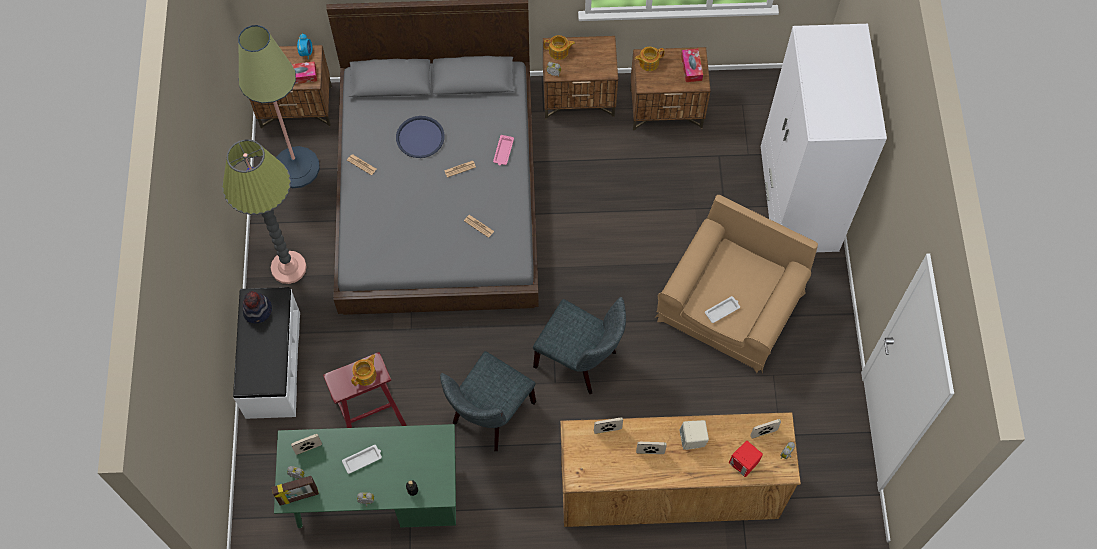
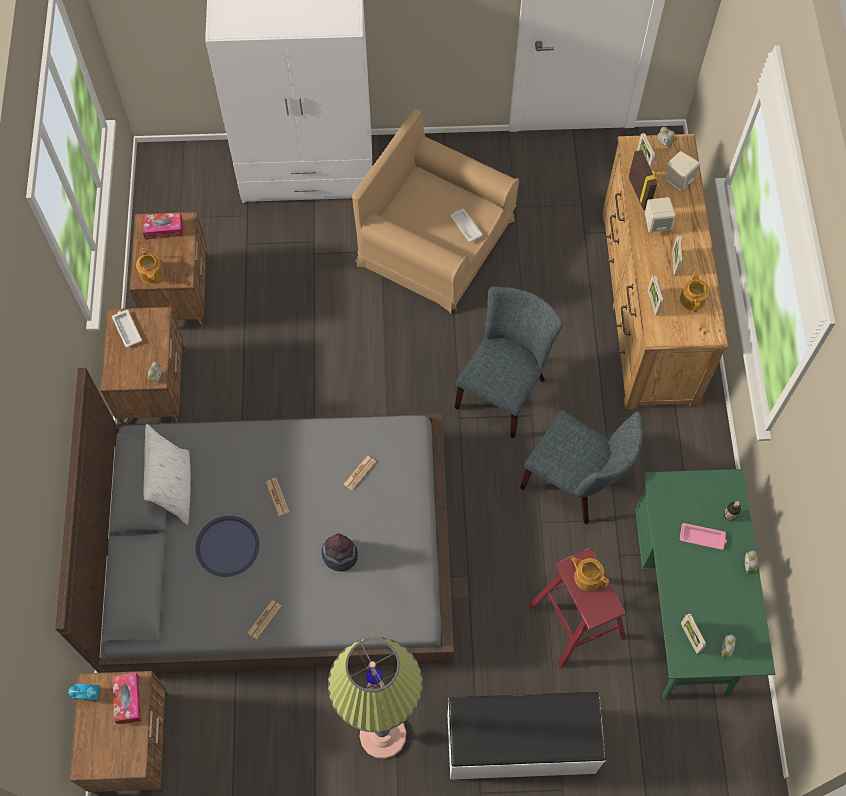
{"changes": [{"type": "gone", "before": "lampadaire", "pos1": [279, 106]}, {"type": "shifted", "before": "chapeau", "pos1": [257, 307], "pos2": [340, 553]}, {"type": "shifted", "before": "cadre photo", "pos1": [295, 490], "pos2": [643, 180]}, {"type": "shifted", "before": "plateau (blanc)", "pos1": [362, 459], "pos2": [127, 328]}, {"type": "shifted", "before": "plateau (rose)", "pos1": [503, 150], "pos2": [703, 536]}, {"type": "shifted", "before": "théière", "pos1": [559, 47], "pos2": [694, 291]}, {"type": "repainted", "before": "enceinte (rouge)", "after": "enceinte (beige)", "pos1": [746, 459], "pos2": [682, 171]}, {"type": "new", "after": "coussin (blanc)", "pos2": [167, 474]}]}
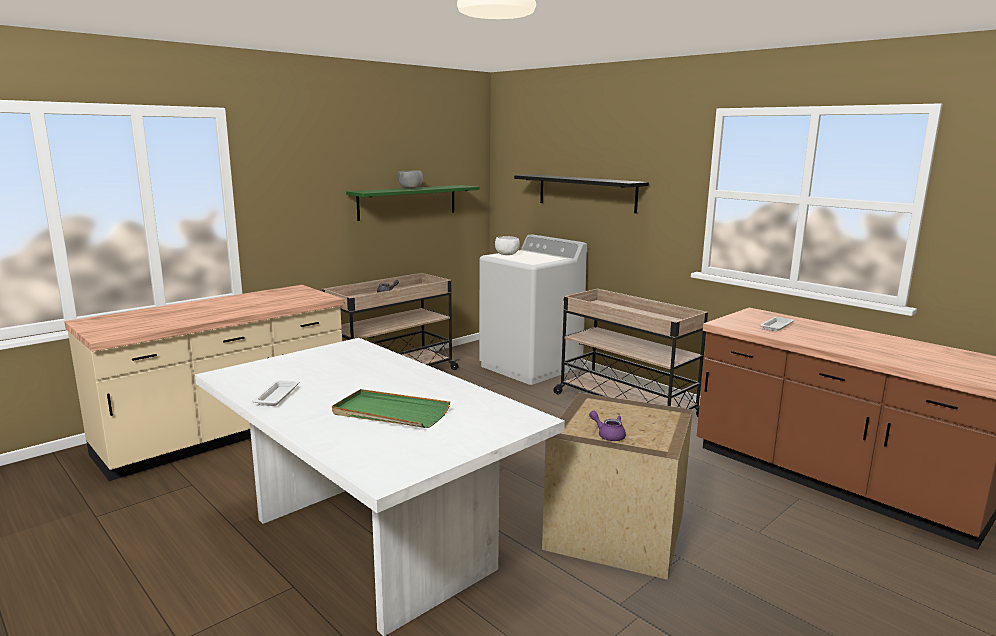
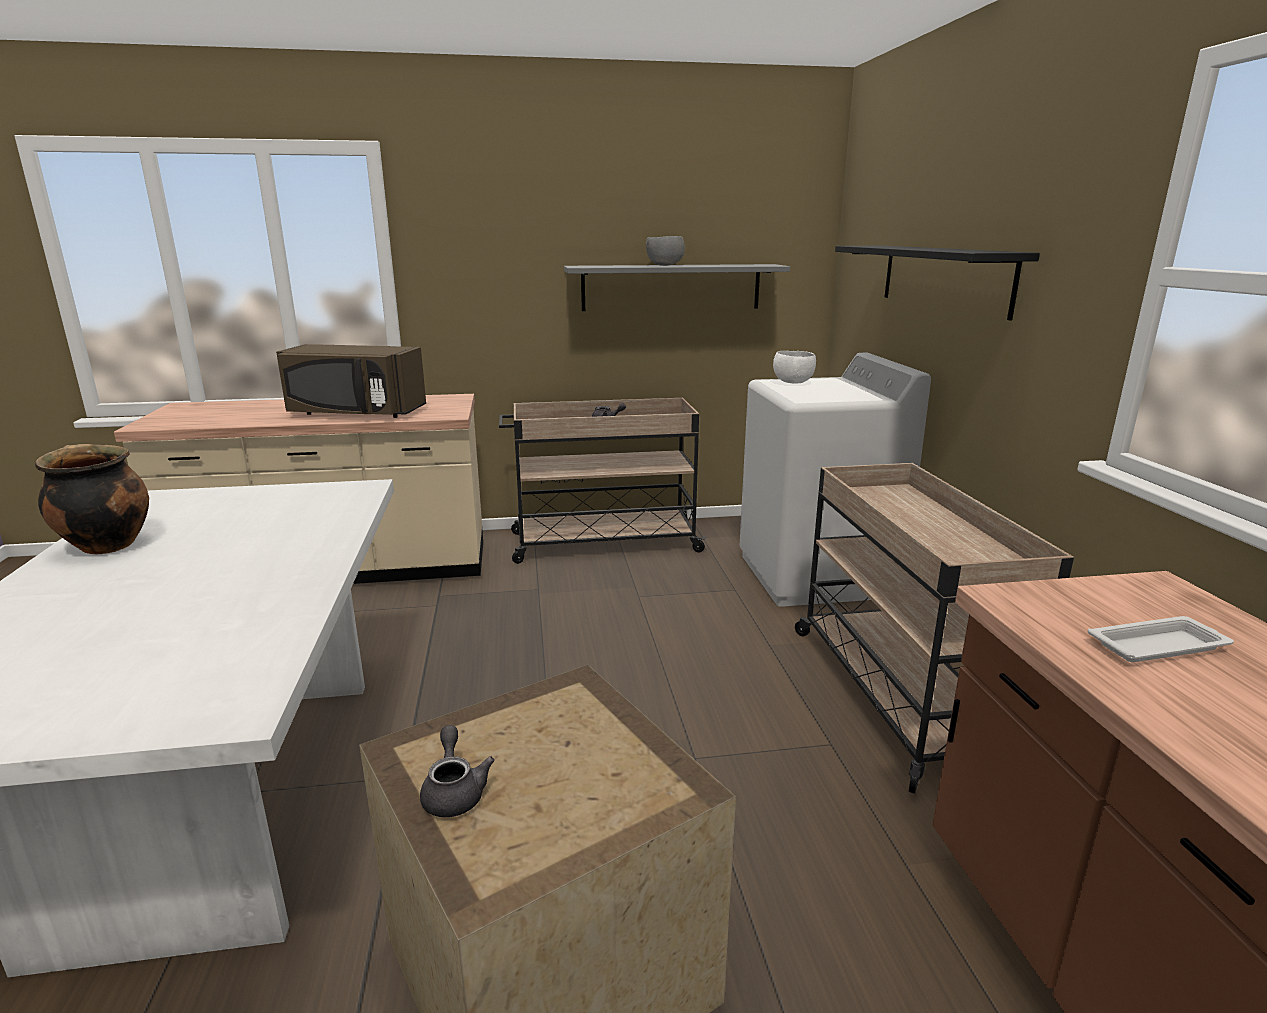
{"changes": [{"type": "swapped", "before": "plateau (blanc)", "after": "marmite", "pos1": [275, 393], "pos2": [92, 499]}, {"type": "gone", "before": "plateau (vert)", "pos1": [391, 408]}, {"type": "repainted", "before": "étagère (vert)", "after": "étagère (gris)", "pos1": [412, 203], "pos2": [677, 287]}, {"type": "repainted", "before": "théière (violet)", "after": "théière (gris)", "pos1": [607, 425], "pos2": [457, 771]}, {"type": "new", "after": "micro-ondes (marron)", "pos2": [351, 381]}]}
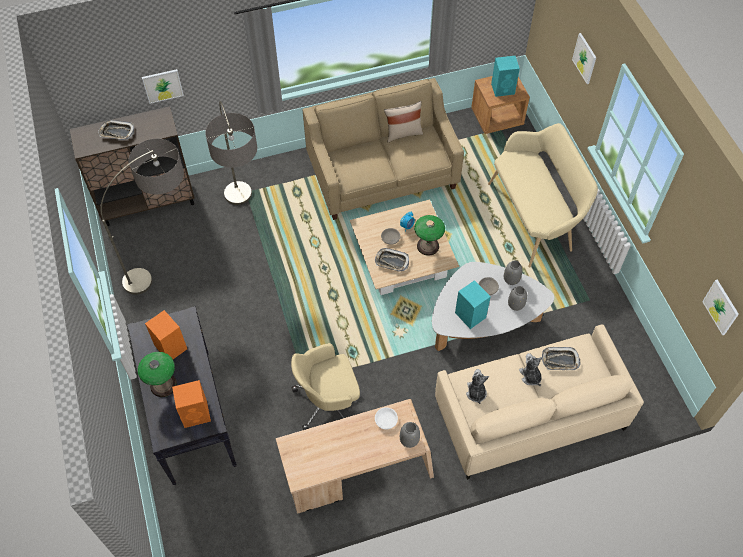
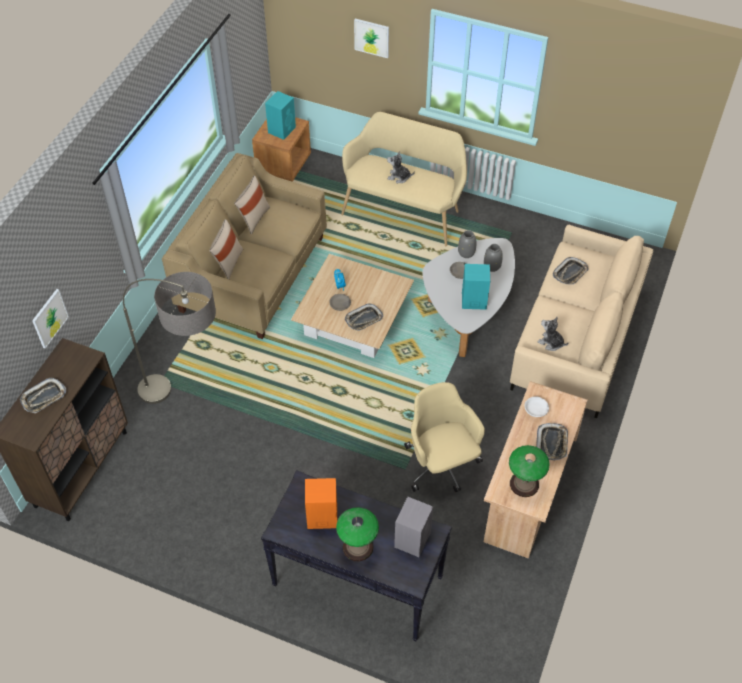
{"changes": [{"type": "gone", "before": "lampadaire", "pos1": [142, 217]}, {"type": "repainted", "before": "enceinte (orange)", "after": "enceinte (gris)", "pos1": [191, 404], "pos2": [413, 527]}, {"type": "rotated", "before": "chaise de bureau (beige)", "pos1": [325, 386], "pos2": [444, 437], "turn": 135}, {"type": "gone", "before": "vase (gris)", "pos1": [410, 435]}, {"type": "shifted", "before": "lampe de table", "pos1": [429, 235], "pos2": [529, 471]}, {"type": "shifted", "before": "peluche", "pos1": [530, 369], "pos2": [401, 167]}, {"type": "gone", "before": "tableau", "pos1": [720, 307]}, {"type": "new", "after": "coussin (beige)", "pos2": [226, 249]}, {"type": "new", "after": "plateau", "pos2": [552, 441]}]}
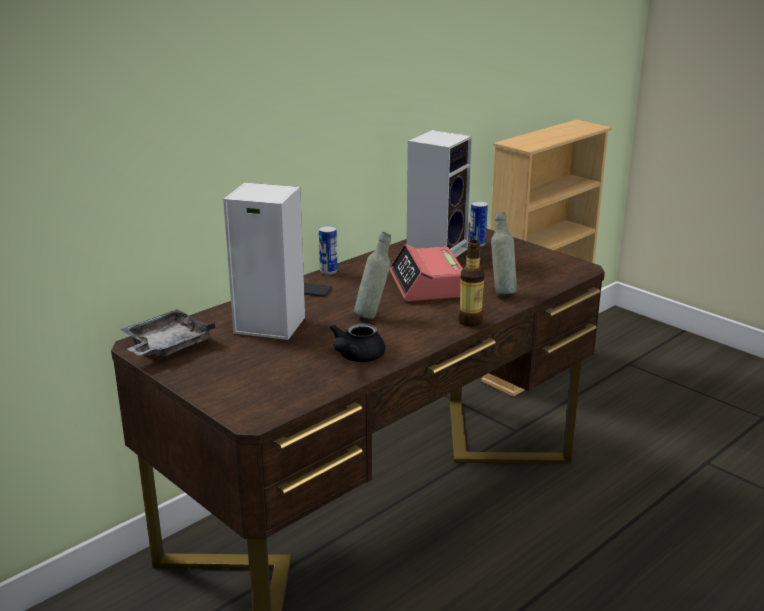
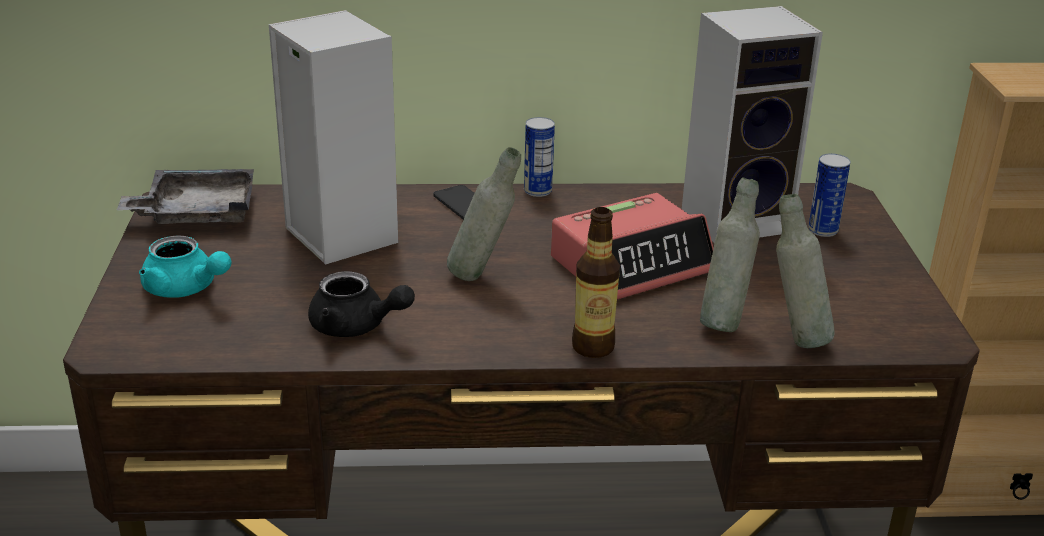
{"changes": [{"type": "rotated", "before": "théière (noir)", "pos1": [357, 342], "pos2": [361, 304], "turn": -135}, {"type": "rotated", "before": "réveil", "pos1": [426, 272], "pos2": [632, 246], "turn": -150}, {"type": "new", "after": "théière (turquoise)", "pos2": [185, 267]}, {"type": "new", "after": "bouteille (gris)", "pos2": [805, 271]}]}
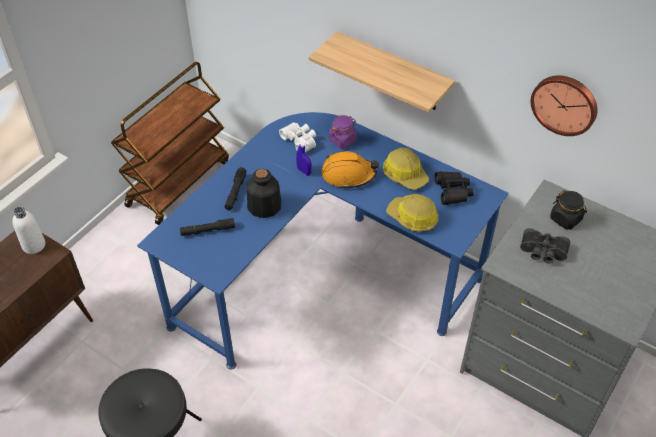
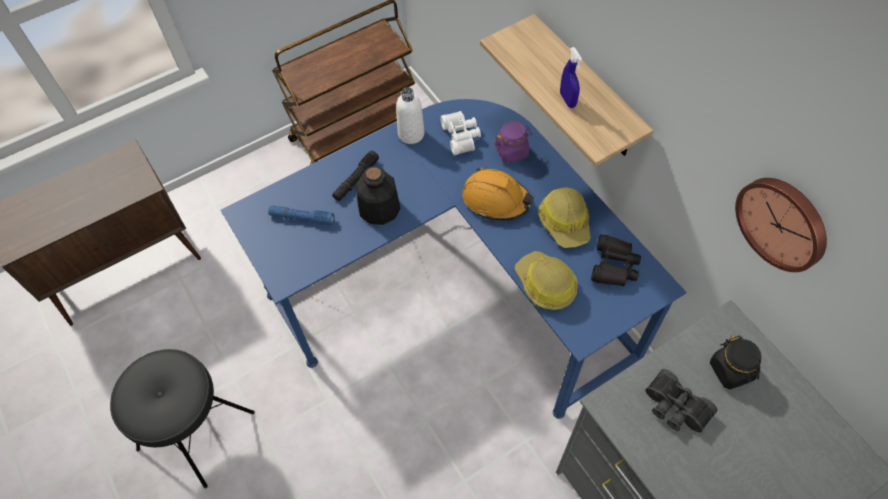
{"changes": [{"type": "shifted", "before": "bouteille (blanc)", "pos1": [28, 230], "pos2": [410, 115]}, {"type": "repainted", "before": "lampe de poche (noir)", "after": "lampe de poche (bleu)", "pos1": [207, 227], "pos2": [301, 215]}, {"type": "shifted", "before": "vaporisateur (bleu)", "pos1": [304, 156], "pos2": [571, 77]}]}
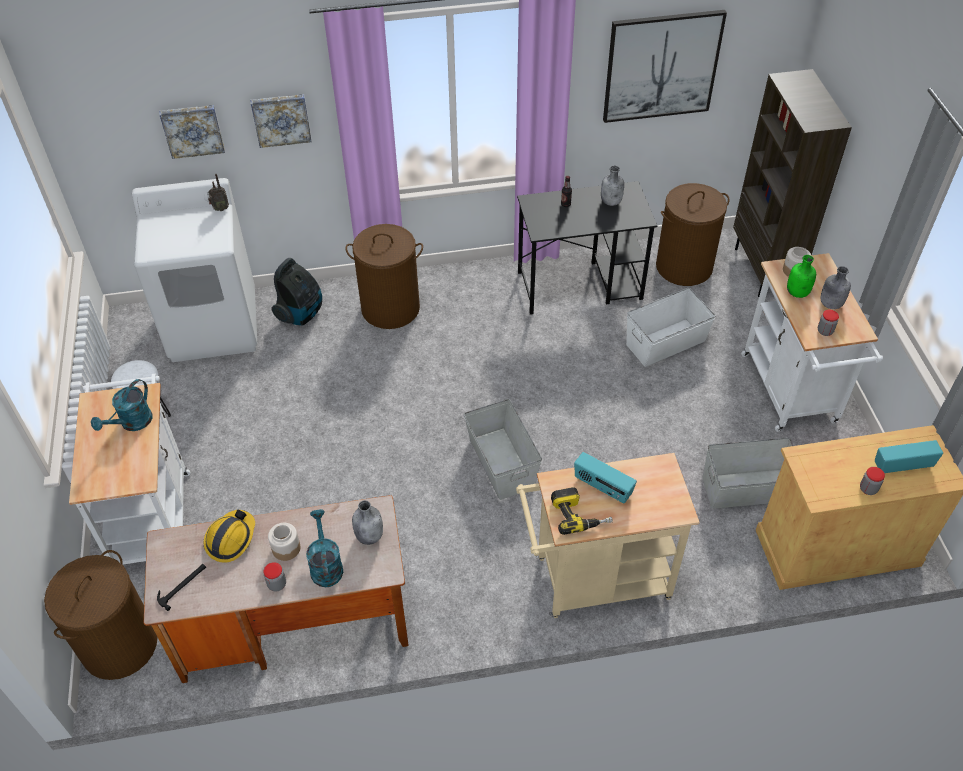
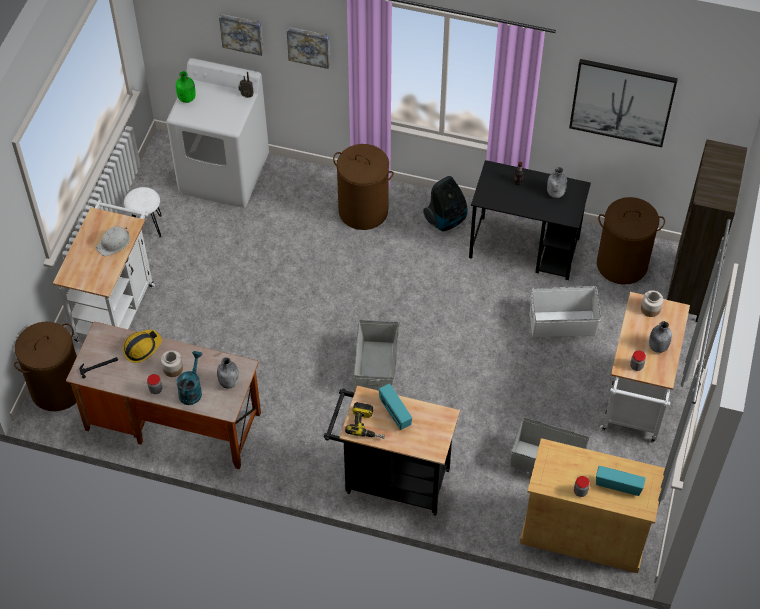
{"changes": [{"type": "swapped", "before": "arrosoir (turquoise)", "after": "casque de chantier (blanc)", "pos1": [122, 405], "pos2": [113, 241]}, {"type": "shifted", "before": "aspirateur", "pos1": [297, 292], "pos2": [445, 203]}, {"type": "repainted", "before": "chariot (beige)", "after": "chariot (noir)", "pos1": [608, 535], "pos2": [392, 451]}, {"type": "shifted", "before": "bouteille (vert)", "pos1": [801, 276], "pos2": [186, 87]}]}
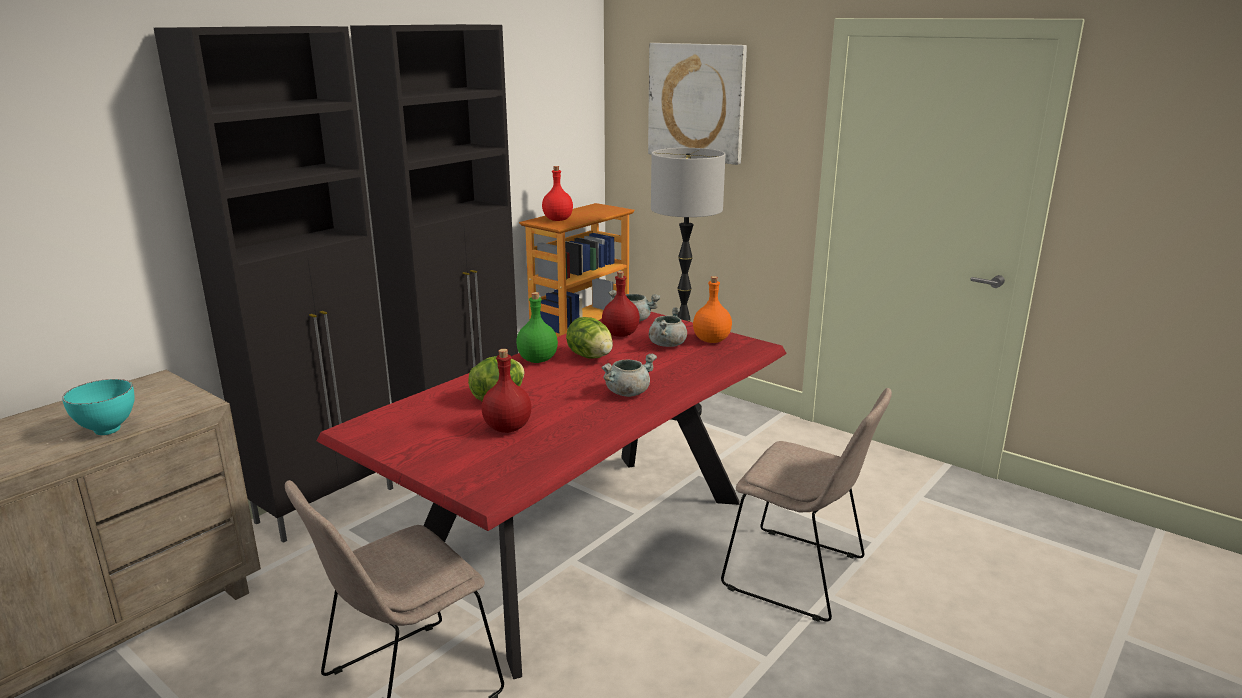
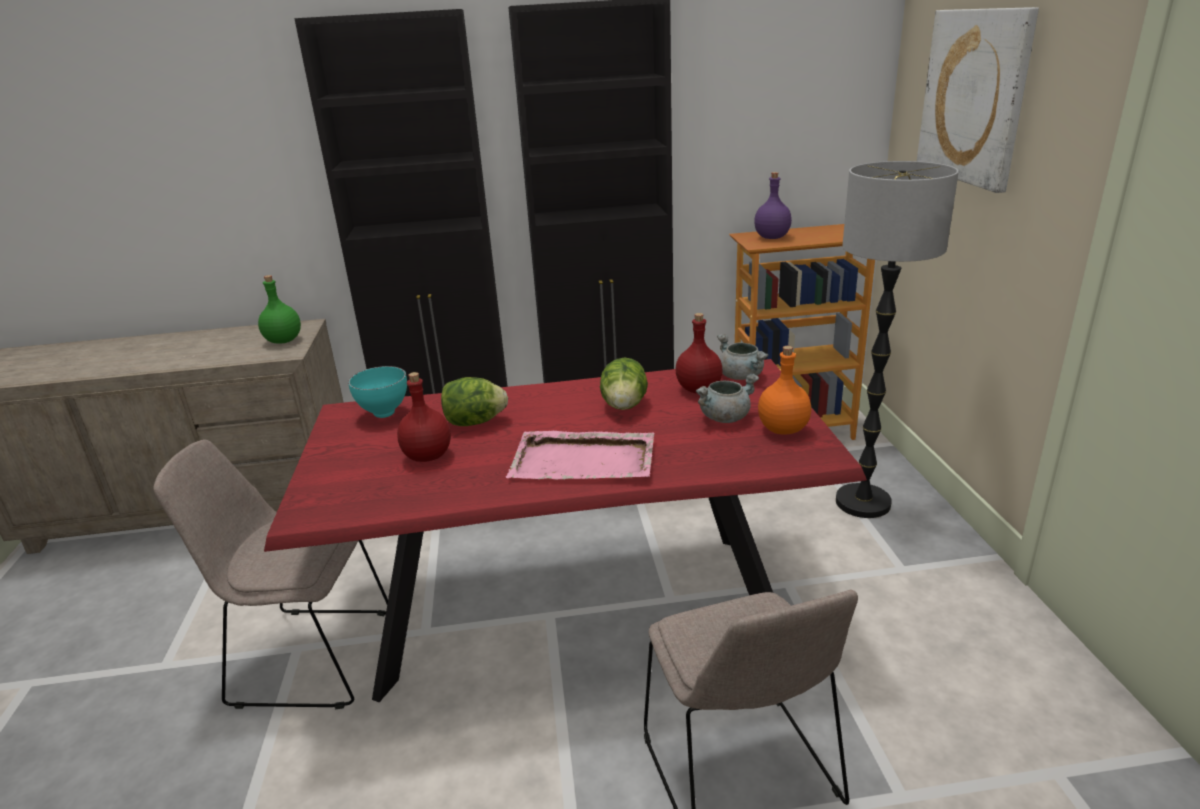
{"changes": [{"type": "shifted", "before": "bol (turquoise)", "pos1": [98, 407], "pos2": [377, 392]}, {"type": "shifted", "before": "bouteille (vert)", "pos1": [537, 327], "pos2": [279, 309]}, {"type": "repainted", "before": "bouteille (rouge)", "after": "bouteille (violet)", "pos1": [557, 193], "pos2": [773, 205]}, {"type": "swapped", "before": "marmite (gris)", "after": "plateau (rose)", "pos1": [629, 375], "pos2": [580, 455]}]}
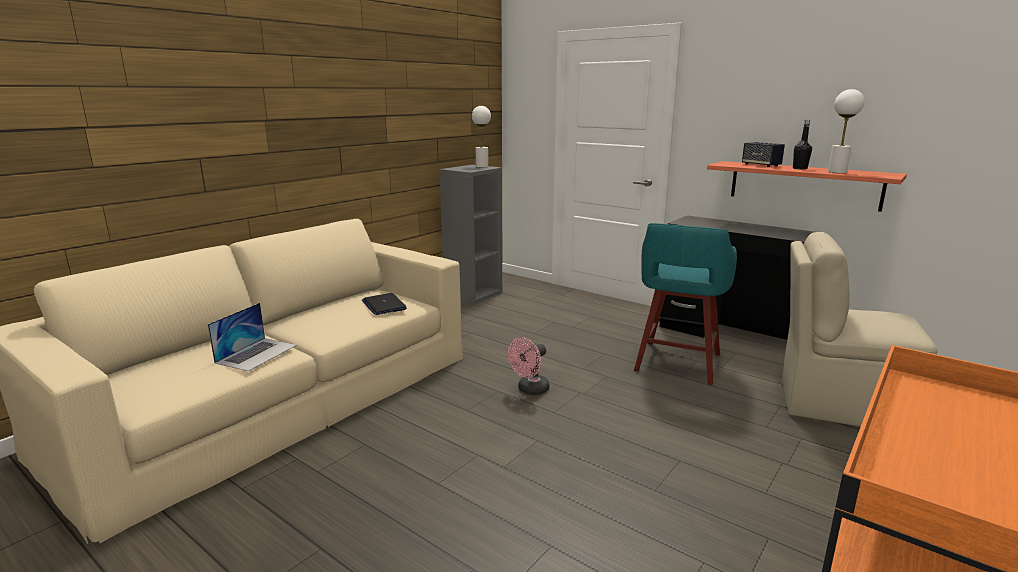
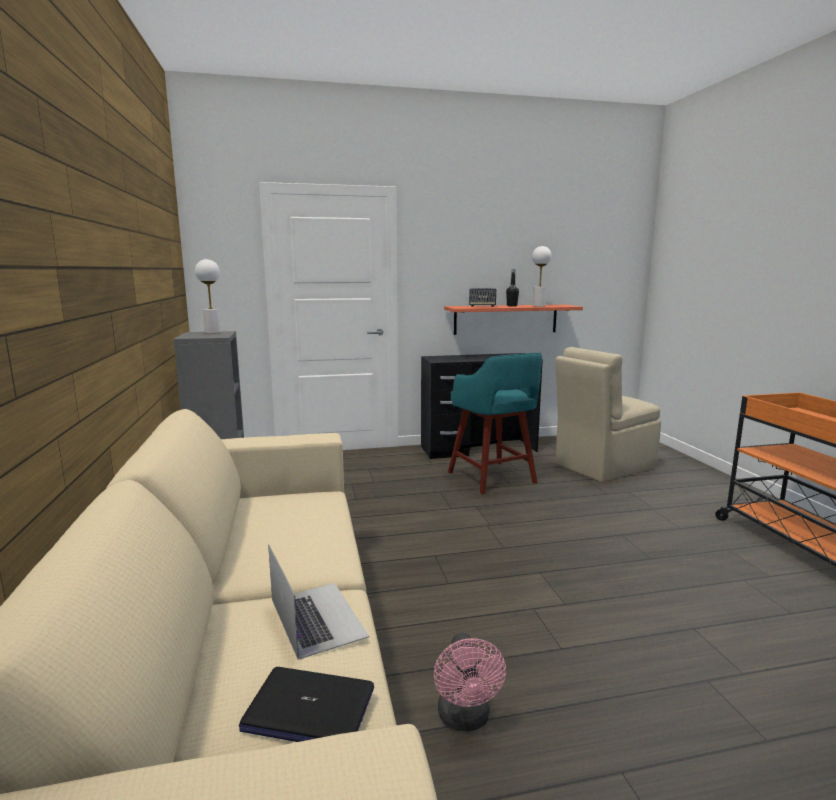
{"changes": [{"type": "shifted", "before": "ordinateur portable", "pos1": [384, 304], "pos2": [306, 704]}, {"type": "shifted", "before": "ventilateur (rose)", "pos1": [528, 366], "pos2": [470, 681]}]}
